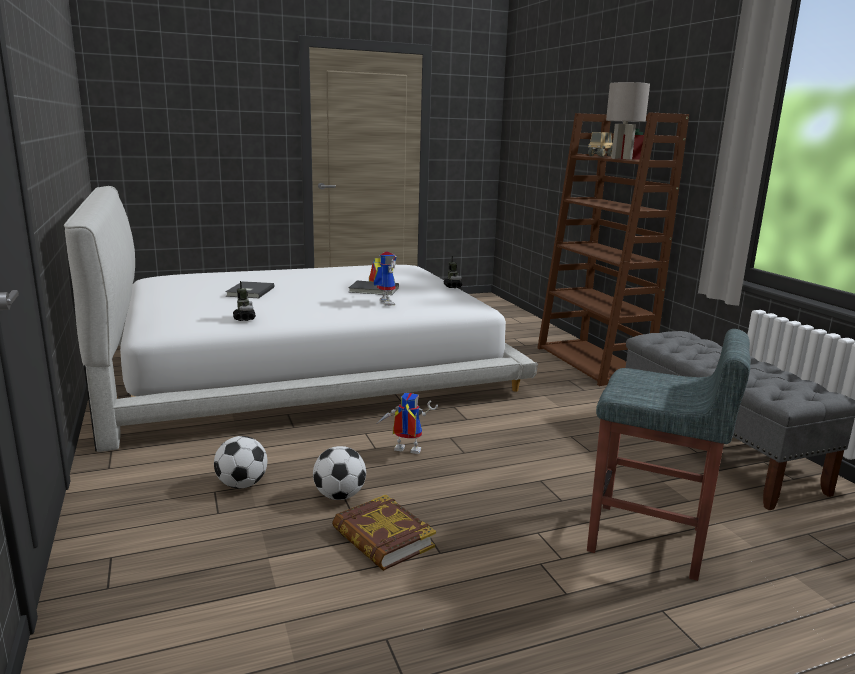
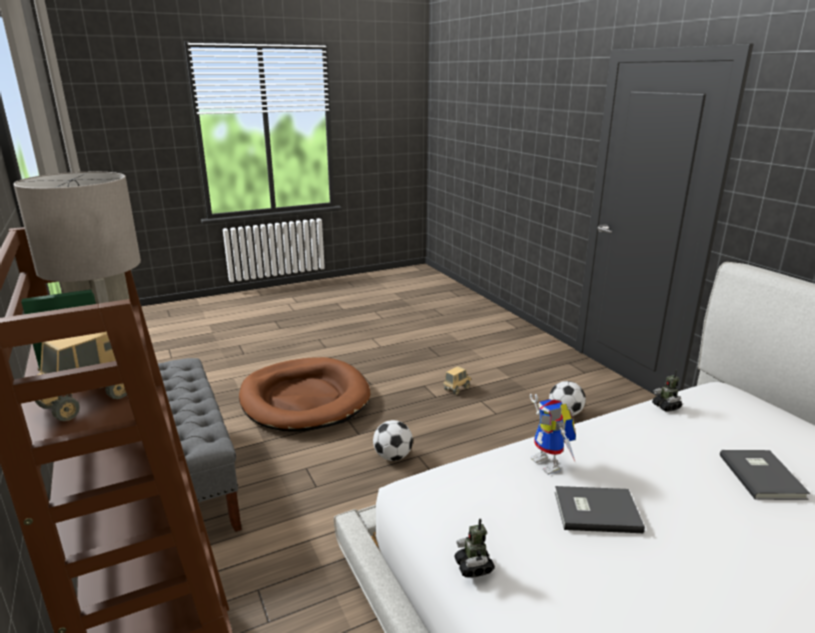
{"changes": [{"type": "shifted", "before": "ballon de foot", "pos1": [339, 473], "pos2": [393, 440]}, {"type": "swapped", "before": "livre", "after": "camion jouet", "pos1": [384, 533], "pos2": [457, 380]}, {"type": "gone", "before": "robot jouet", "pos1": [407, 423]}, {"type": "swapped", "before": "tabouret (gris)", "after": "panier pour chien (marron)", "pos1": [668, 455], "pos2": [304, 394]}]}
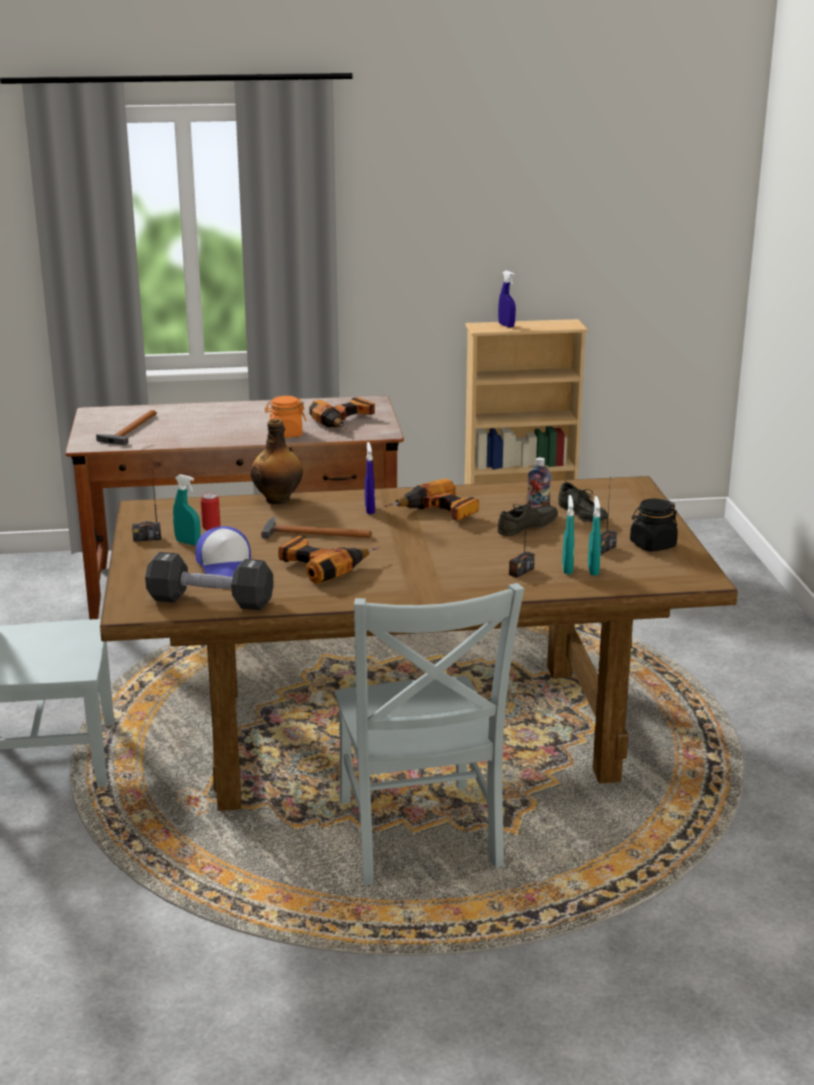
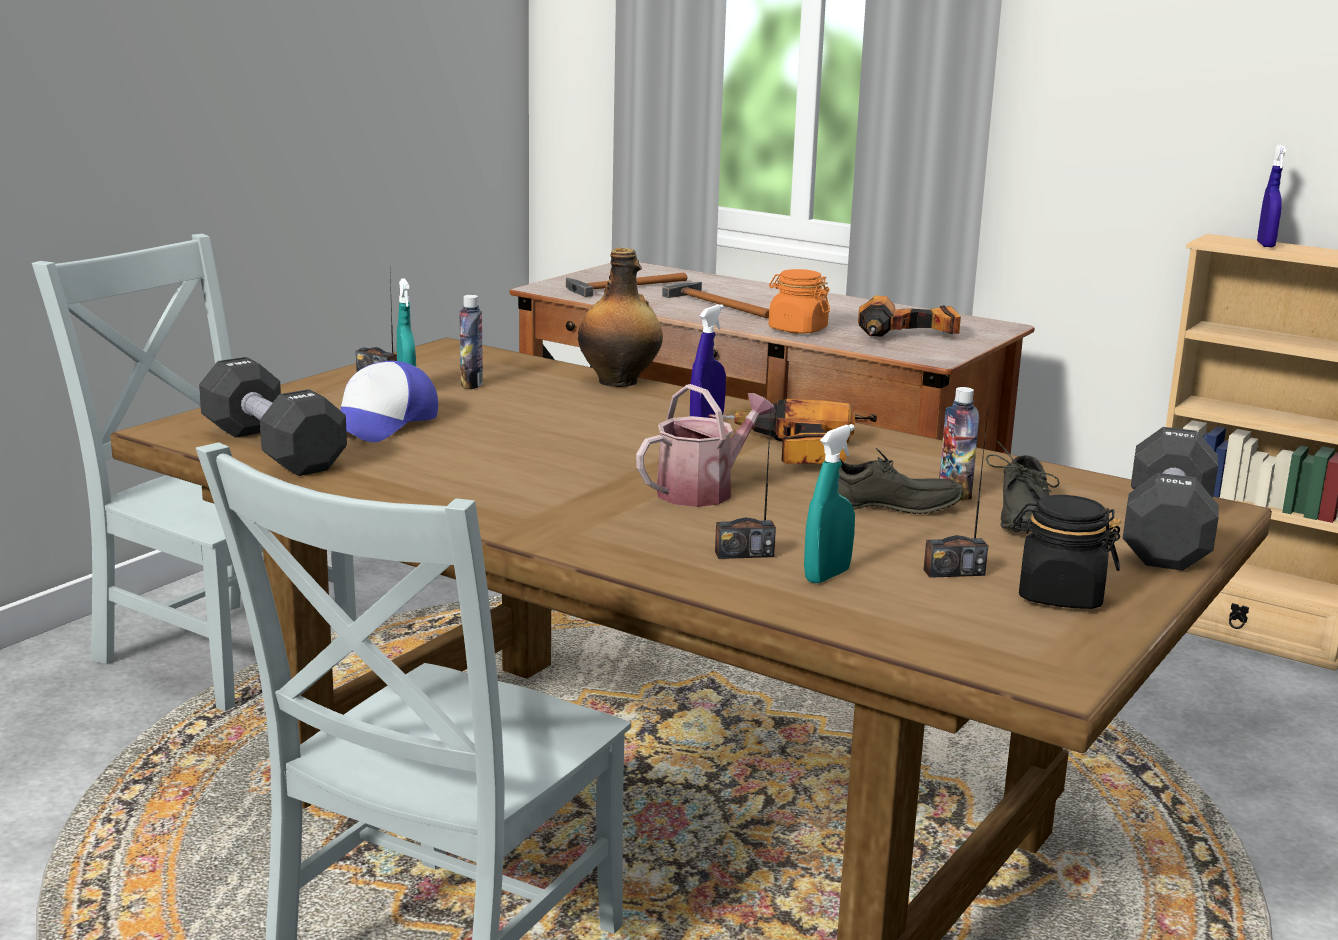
{"changes": [{"type": "swapped", "before": "boîte métallique", "after": "bouteille", "pos1": [210, 511], "pos2": [471, 342]}, {"type": "shifted", "before": "marteau", "pos1": [316, 527], "pos2": [715, 300]}, {"type": "gone", "before": "perceuse", "pos1": [328, 559]}, {"type": "gone", "before": "vaporisateur (turquoise)", "pos1": [594, 536]}, {"type": "new", "after": "arrosoir", "pos2": [706, 445]}, {"type": "new", "after": "haltère (noir)", "pos2": [1171, 499]}]}
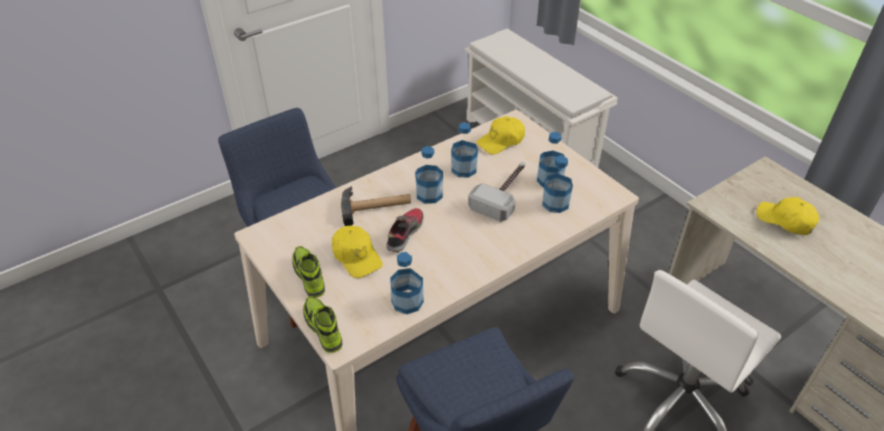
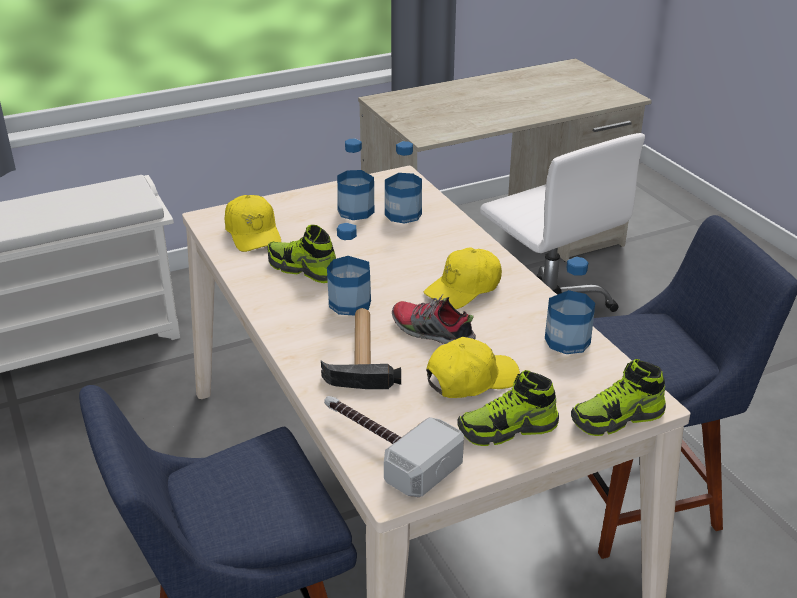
{"changes": [{"type": "swapped", "before": "bouteille", "after": "chaussure", "pos1": [464, 150], "pos2": [301, 254]}, {"type": "shifted", "before": "marteau", "pos1": [496, 192], "pos2": [394, 446]}, {"type": "shifted", "before": "casquette (jaune)", "pos1": [787, 216], "pos2": [463, 278]}]}
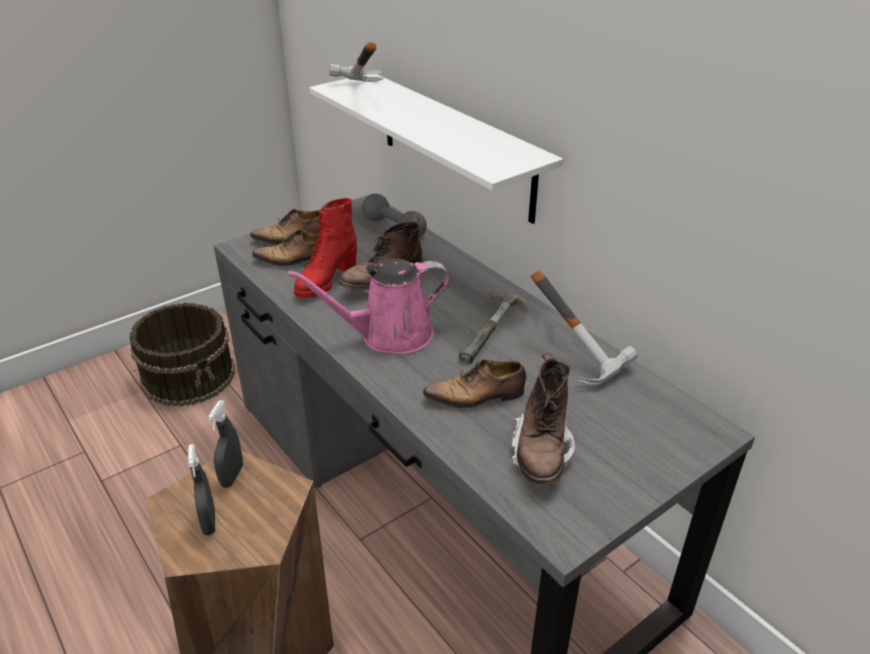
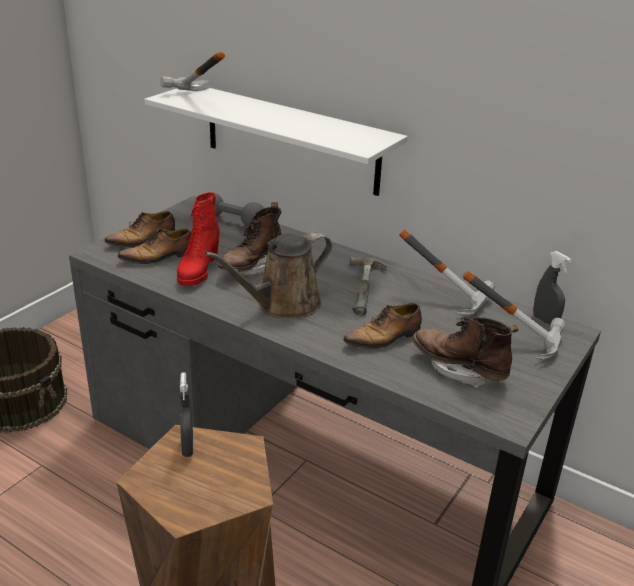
{"changes": [{"type": "shifted", "before": "vaporisateur (gris)", "pos1": [202, 489], "pos2": [552, 288]}, {"type": "repainted", "before": "arrosoir (rose)", "after": "arrosoir (marron)", "pos1": [368, 306], "pos2": [268, 275]}, {"type": "rotated", "before": "botte (marron)", "pos1": [543, 418], "pos2": [465, 352], "turn": 135}, {"type": "new", "after": "marteau", "pos2": [513, 315]}]}
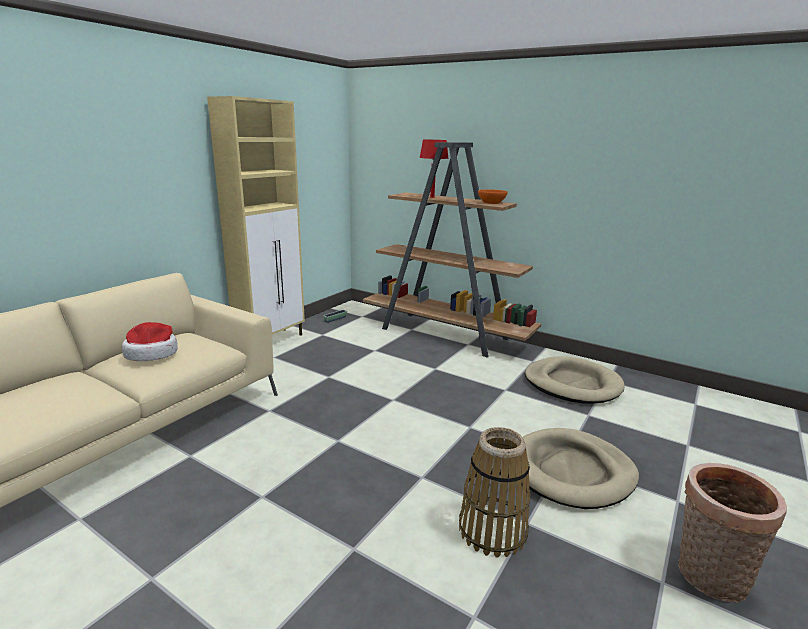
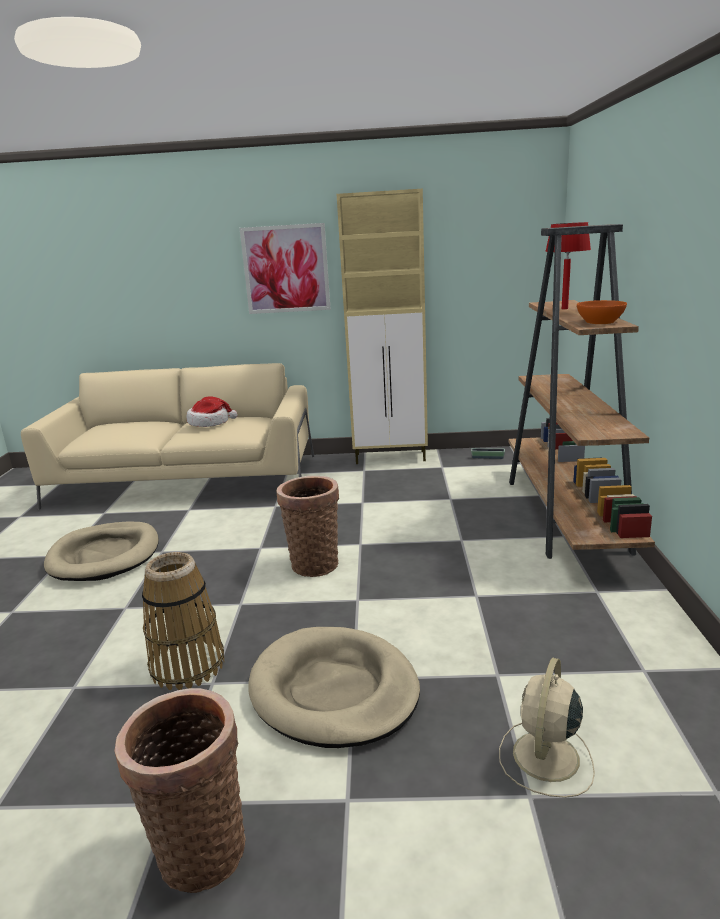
{"changes": [{"type": "shifted", "before": "panier pour chien (beige)", "pos1": [575, 380], "pos2": [101, 551]}, {"type": "new", "after": "tableau", "pos2": [285, 268]}, {"type": "new", "after": "panier", "pos2": [308, 526]}, {"type": "new", "after": "ventilateur (beige)", "pos2": [547, 728]}]}
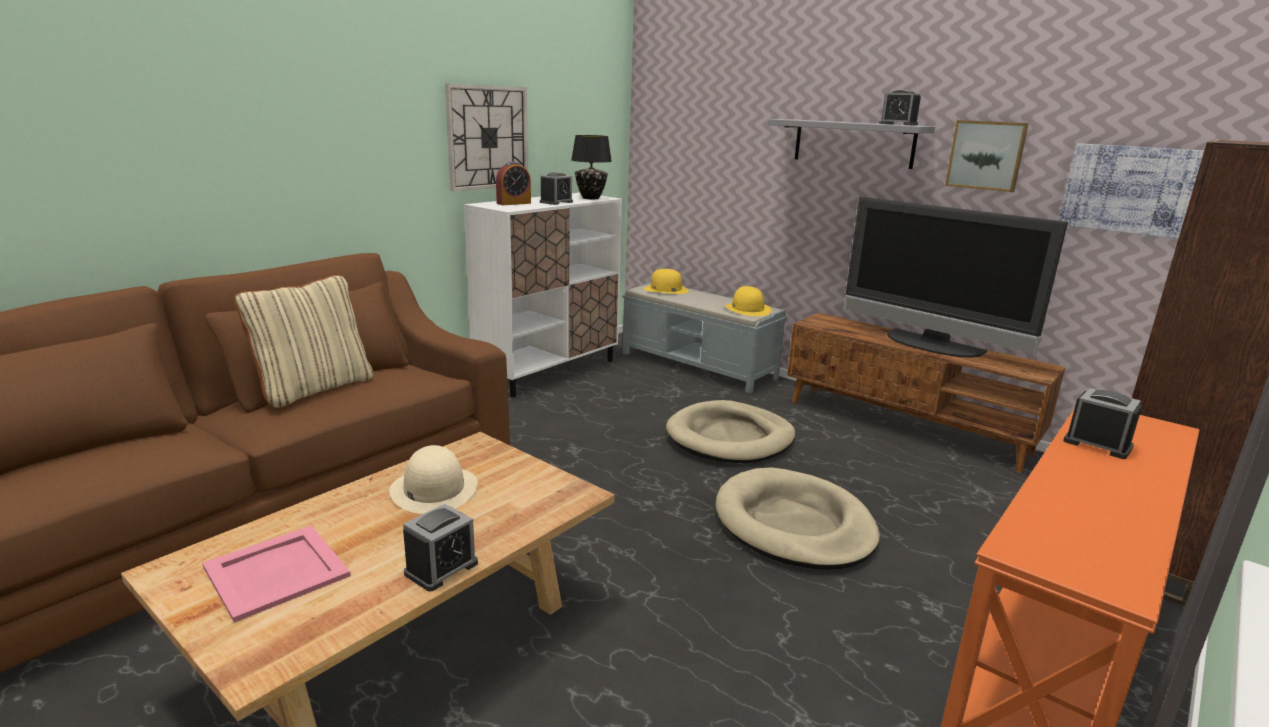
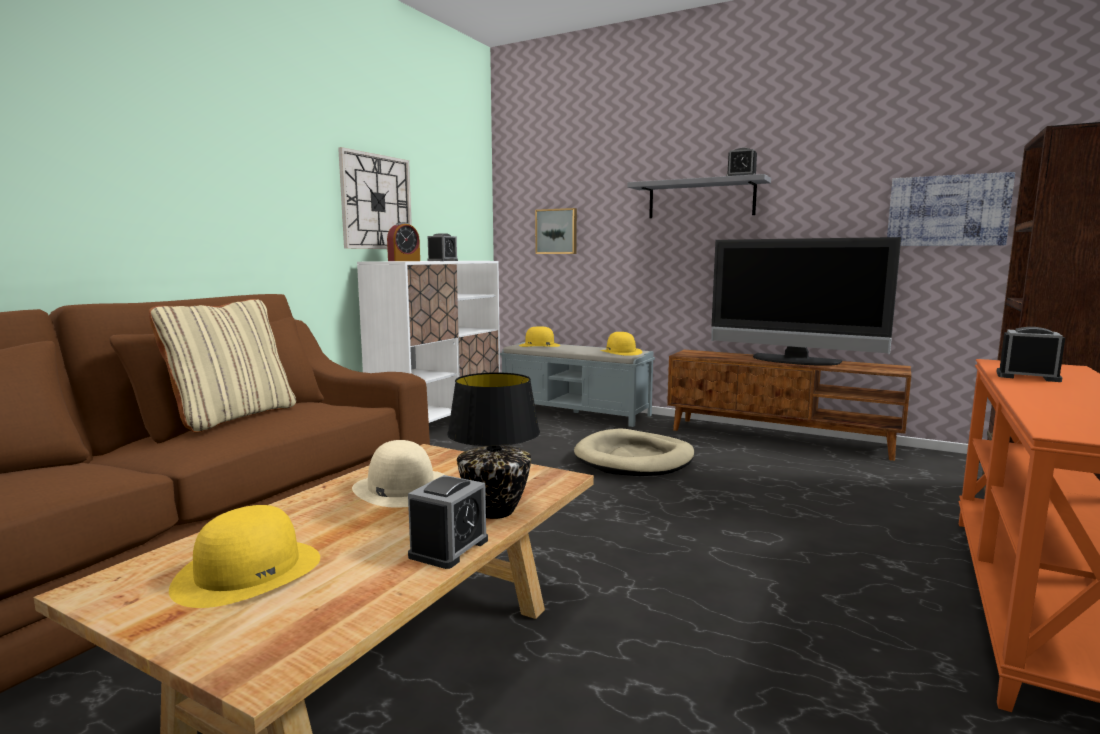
{"changes": [{"type": "swapped", "before": "plateau (rose)", "after": "chapeau (jaune)", "pos1": [276, 574], "pos2": [244, 556]}, {"type": "shifted", "before": "lampe de table (noir)", "pos1": [591, 167], "pos2": [493, 445]}, {"type": "gone", "before": "panier pour chien (beige)", "pos1": [798, 518]}, {"type": "shifted", "before": "tableau", "pos1": [987, 156], "pos2": [556, 231]}]}
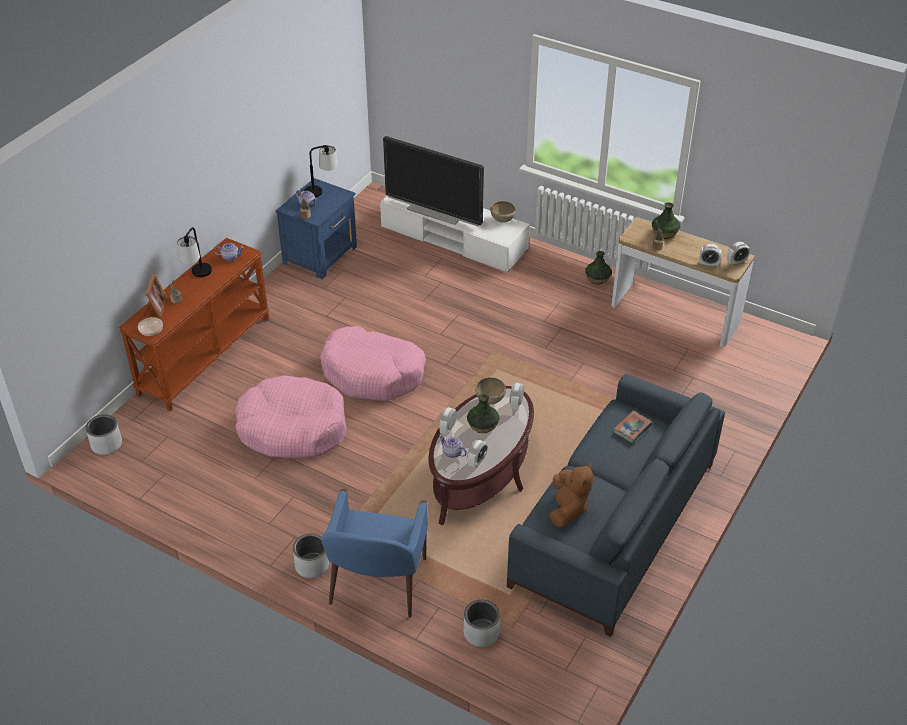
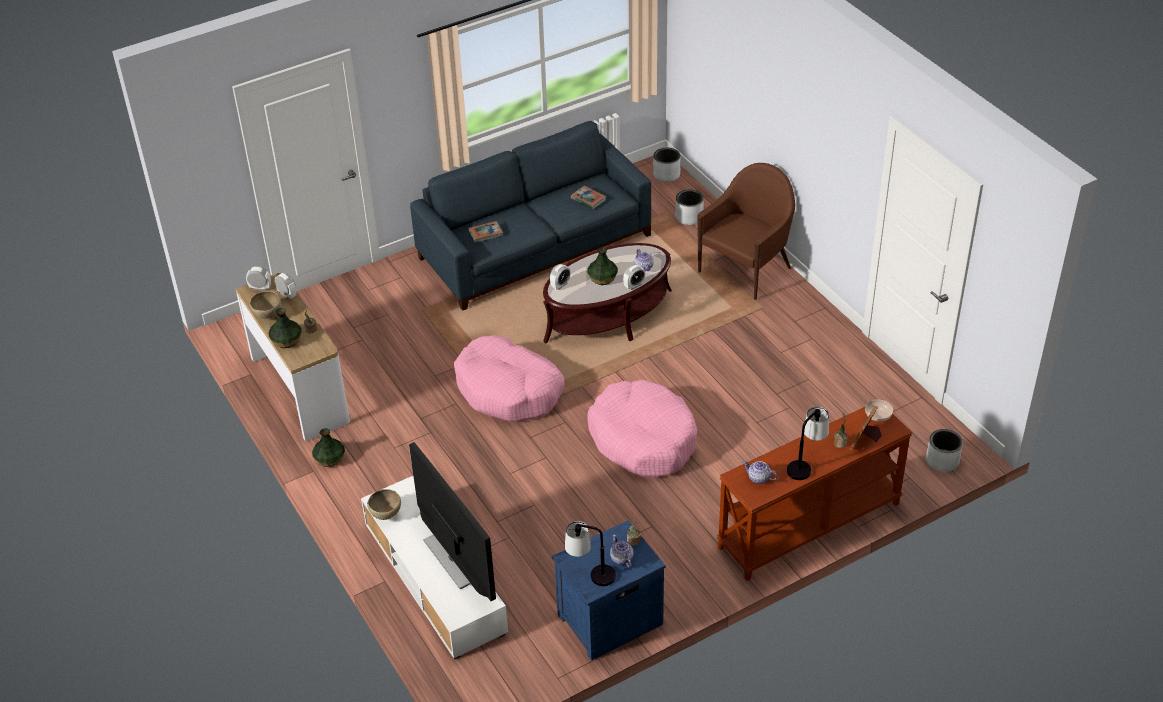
{"changes": [{"type": "shifted", "before": "panier pour chien (rose)", "pos1": [290, 416], "pos2": [509, 378]}, {"type": "shifted", "before": "cache-pot (gris)", "pos1": [311, 556], "pos2": [666, 165]}, {"type": "repainted", "before": "fauteuil (bleu)", "after": "fauteuil (marron)", "pos1": [374, 553], "pos2": [746, 231]}, {"type": "gone", "before": "réveil", "pos1": [477, 454]}, {"type": "shifted", "before": "bol (marron)", "pos1": [490, 391], "pos2": [265, 305]}, {"type": "swapped", "before": "peluche (marron)", "after": "livre", "pos1": [571, 495], "pos2": [588, 198]}]}
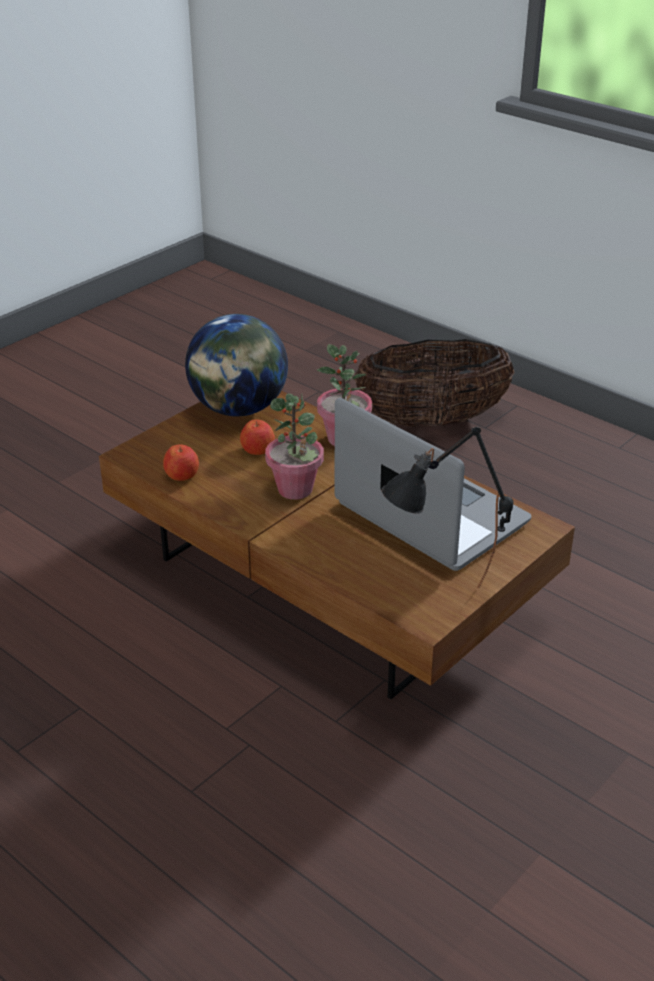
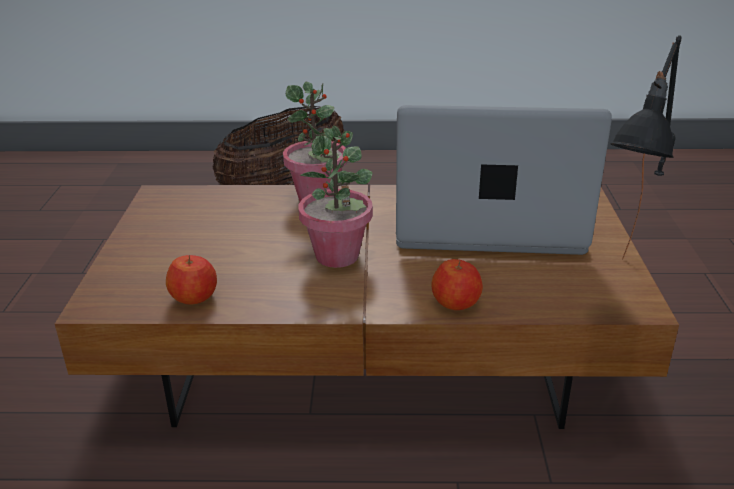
{"changes": [{"type": "gone", "before": "globe", "pos1": [236, 365]}, {"type": "shifted", "before": "pomme", "pos1": [257, 437], "pos2": [457, 284]}]}
